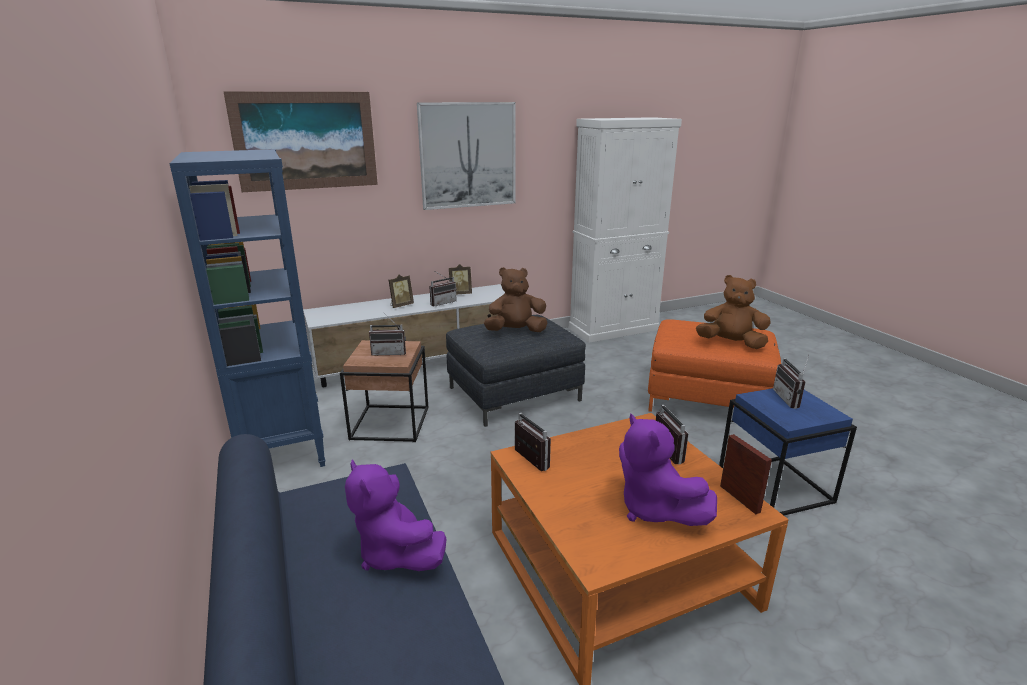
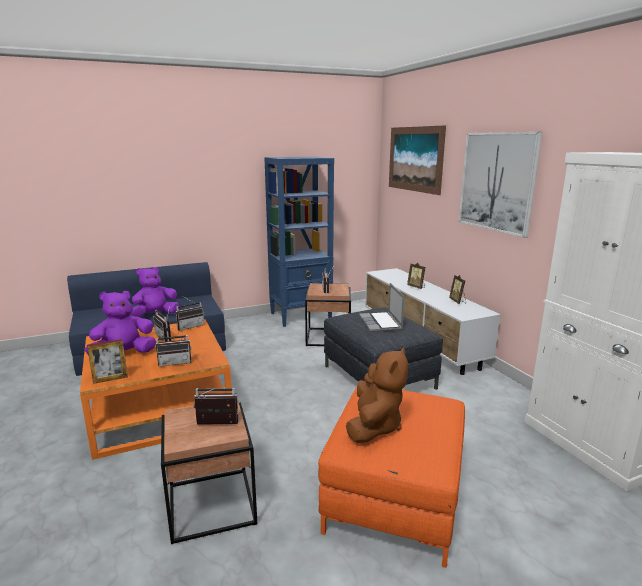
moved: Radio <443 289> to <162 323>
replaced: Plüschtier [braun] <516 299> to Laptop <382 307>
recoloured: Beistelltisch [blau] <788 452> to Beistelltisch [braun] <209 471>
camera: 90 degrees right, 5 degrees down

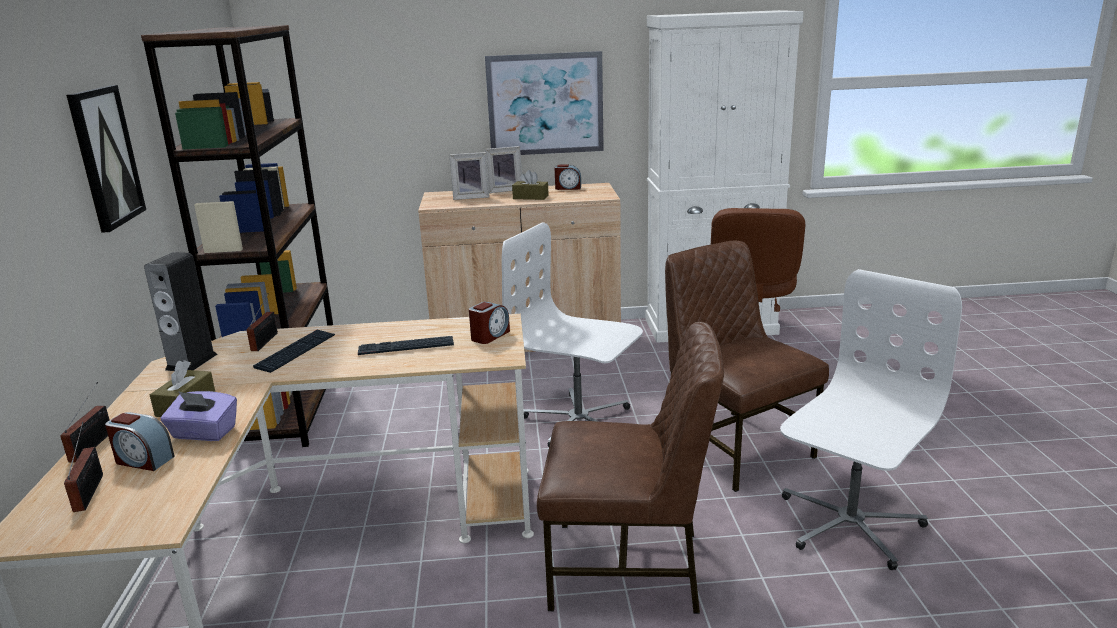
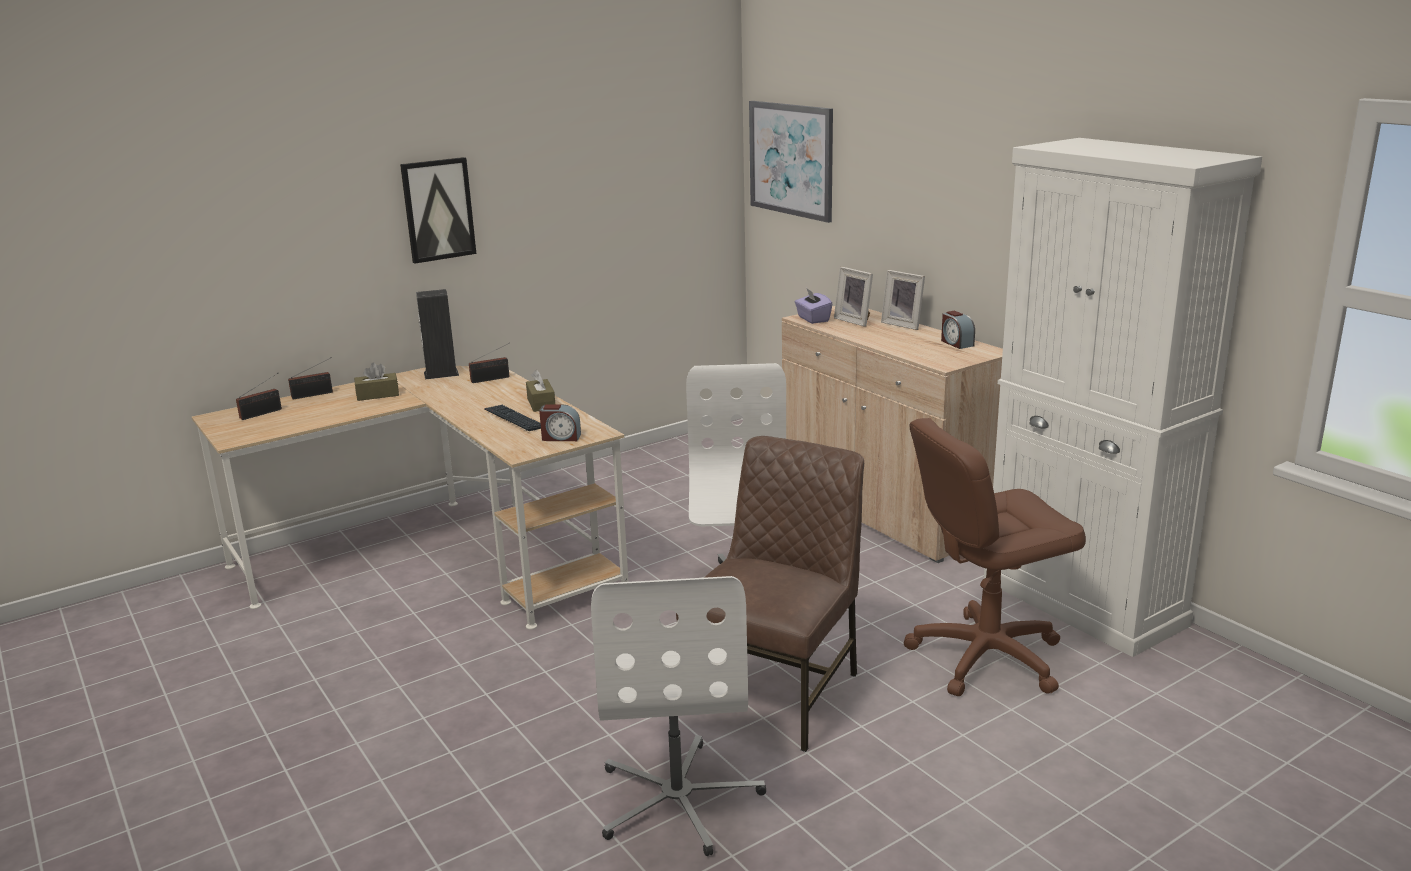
removed: Wecker <140 441>; Bücherregal [braun] <237 238>; Tastatur <294 351>; Stuhl [braun] <630 468>
moved: Taschentuchbox [lila] <198 416> to <813 306>; Bild <544 103> to <791 162>; Taschentuchbox [braun] <530 185> to <540 391>
turned: Bürostuhl [weiß] <871 419> = <678 716> 75 degrees clockwise
camera: 60 degrees right, 0 degrees up

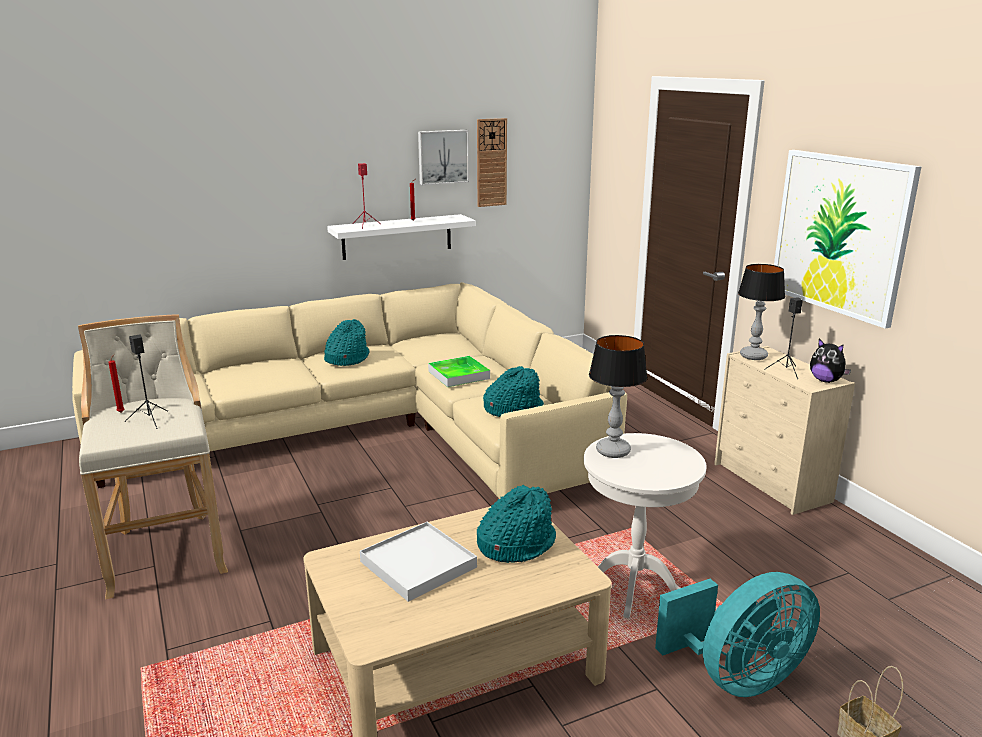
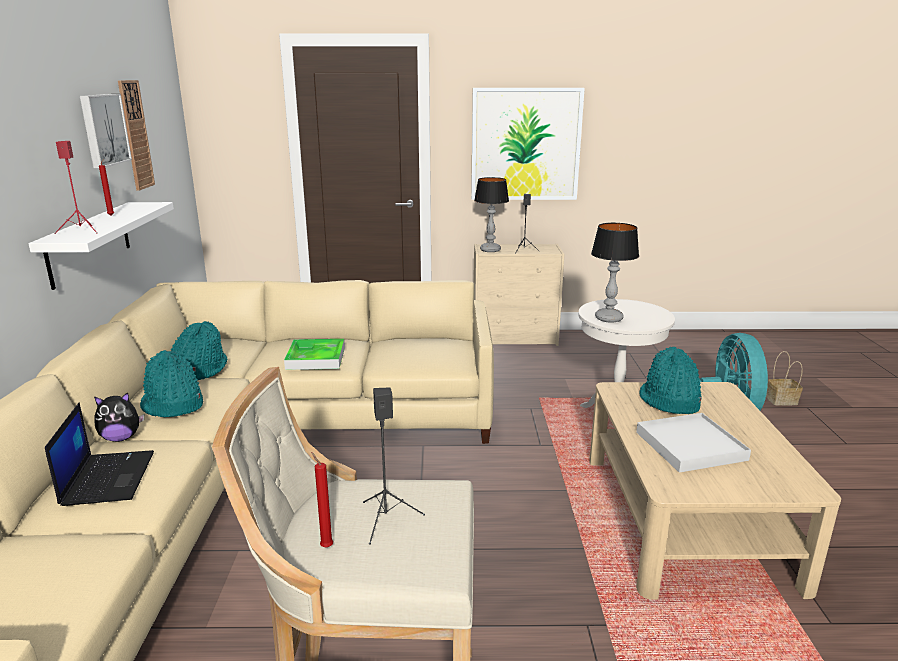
added: Laptop <99 454>
moved: Hut [türkis] <513 391> to <199 350>; Plüschtier <830 361> to <119 417>
camera: 65 degrees left, 0 degrees up

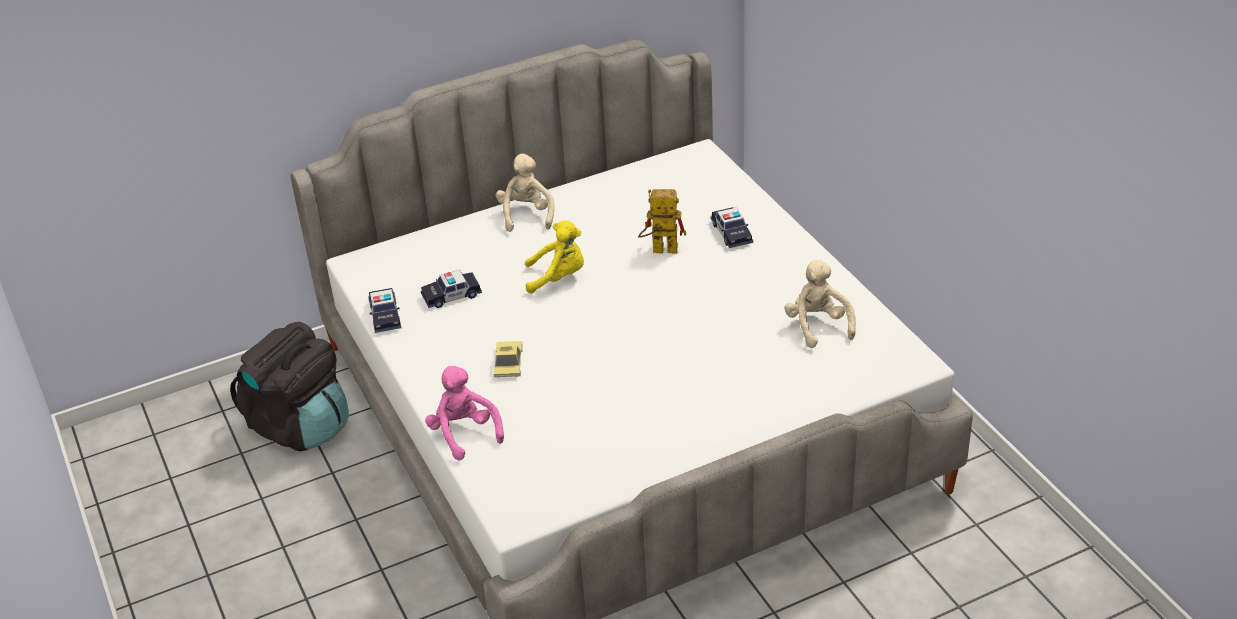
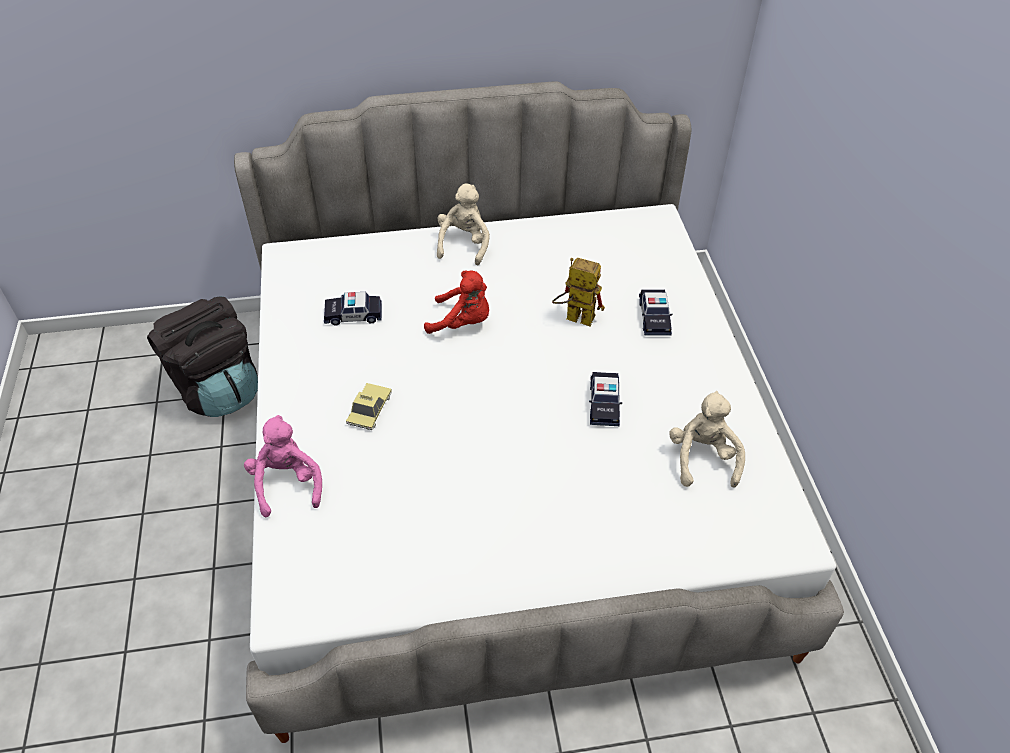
moved: Spielzeugauto <384 310> to <605 399>
recoloured: Plüschtier [gelb] <554 257> to Plüschtier [rot] <456 302>
camera: 15 degrees right, 10 degrees up

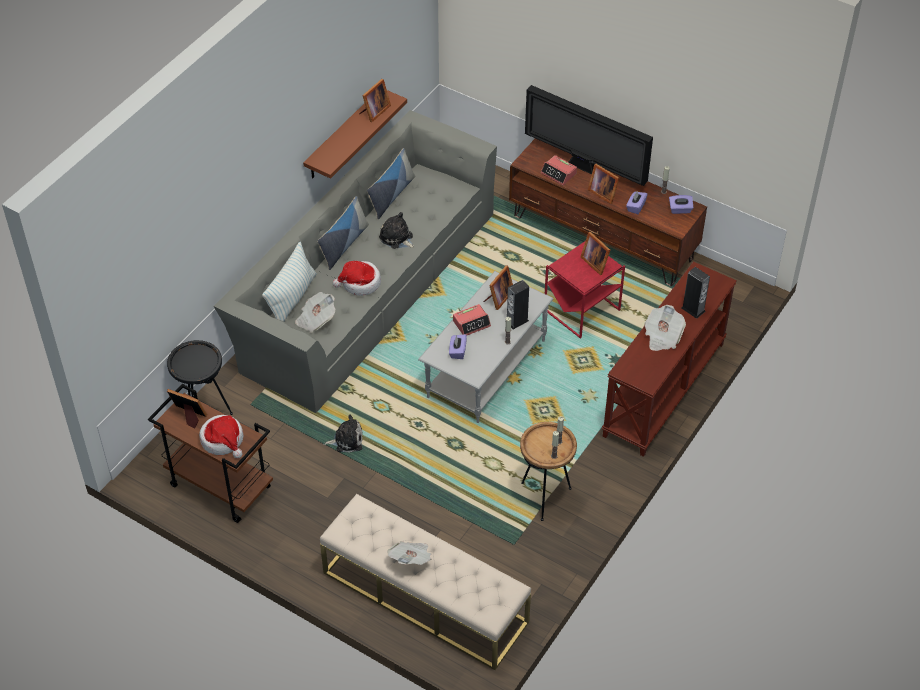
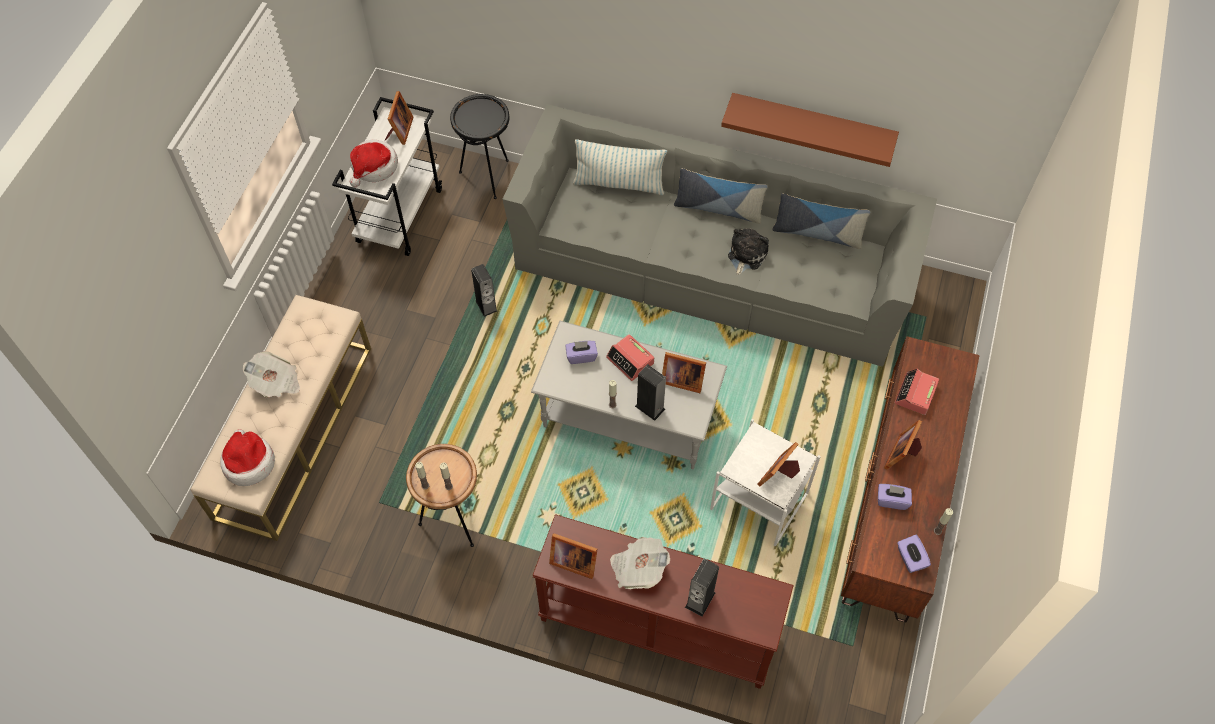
removed: Zeitung <315 312>; Fernseher <589 135>
moved: Hut <357 278> to <247 457>; Bilderrahmen <375 100> to <573 556>
replaced: Plüschtier <343 434> to Lautsprecher <484 290>
recoloured: Rollwagen [braun] <210 453> to Rollwagen [weiß] <387 176>; Beistelltisch [rot] <585 290> to Beistelltisch [weiß] <765 483>
camera: 75 degrees right, 10 degrees up

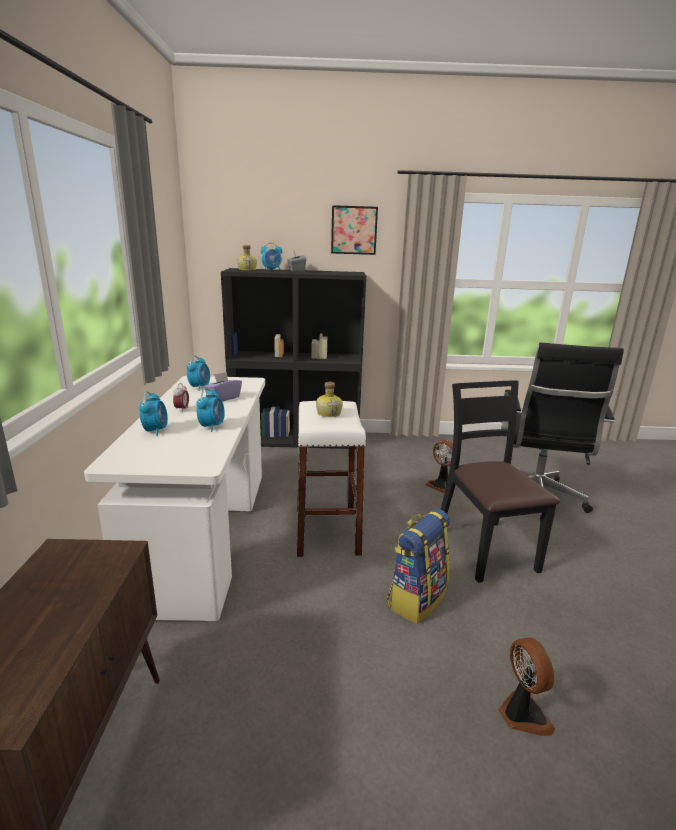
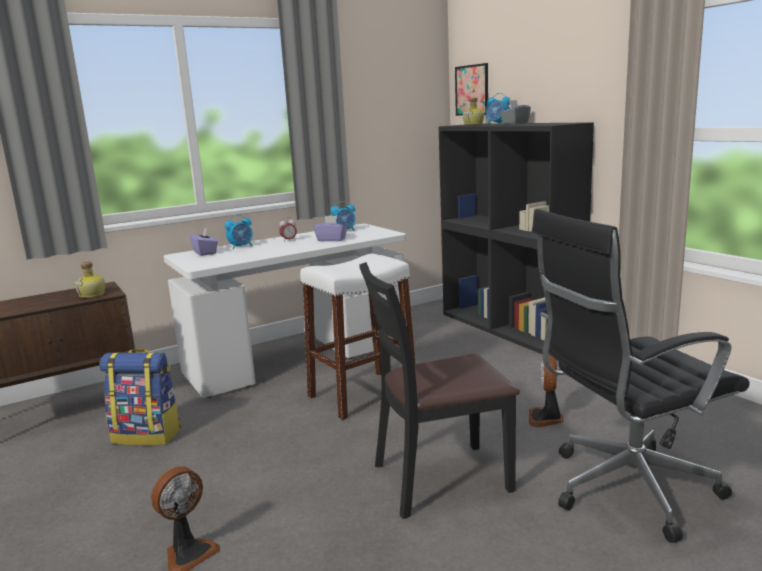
removed: Wecker <210 410>
added: Taschentuchbox [lila] <204 241>
moved: Flasche <329 399> to <89 279>; Bild <354 230> to <471 89>; Rucksack <418 566> to <140 397>
turned: Stuhl [schwarz] <500 481> = <439 390> 150 degrees counterclockwise
camera: 60 degrees right, 5 degrees down

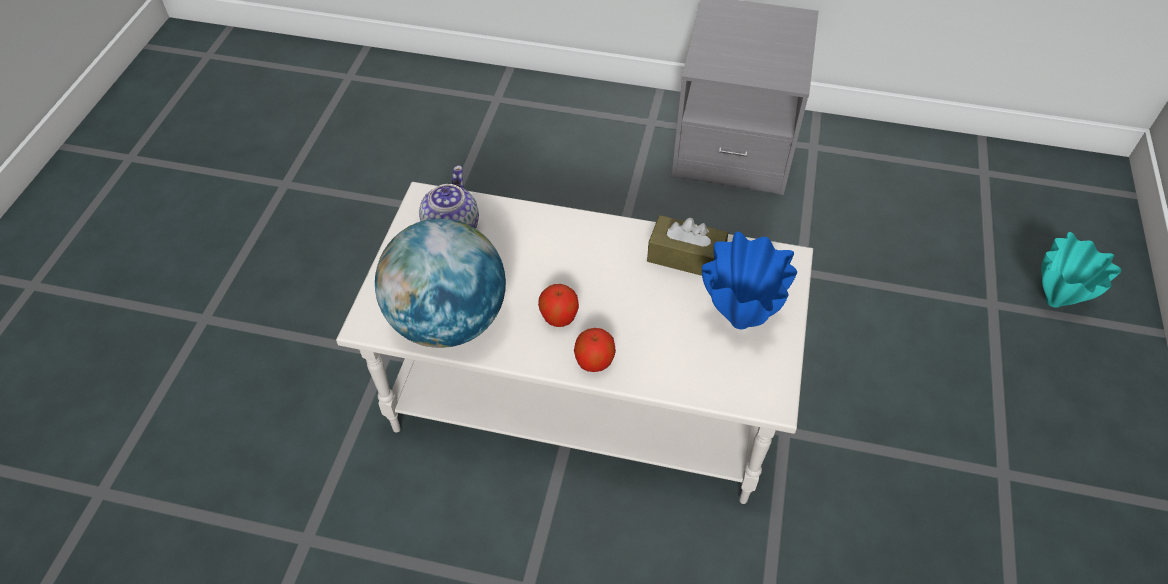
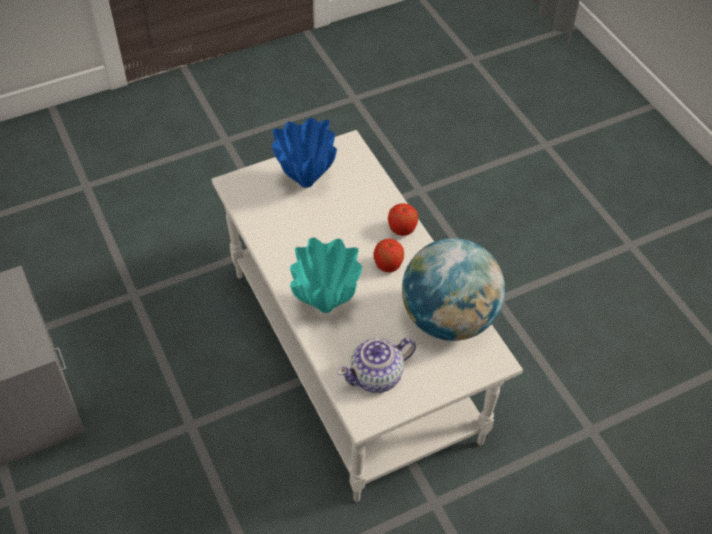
removed: Taschentuchbox [braun] <687 245>
moved: Vase [türkis] <1081 270> to <326 275>
camera: 130 degrees left, 0 degrees up

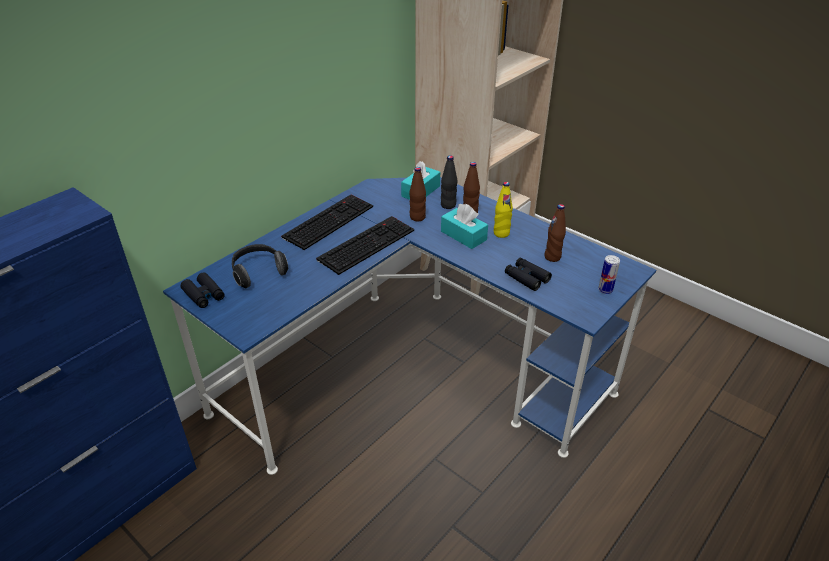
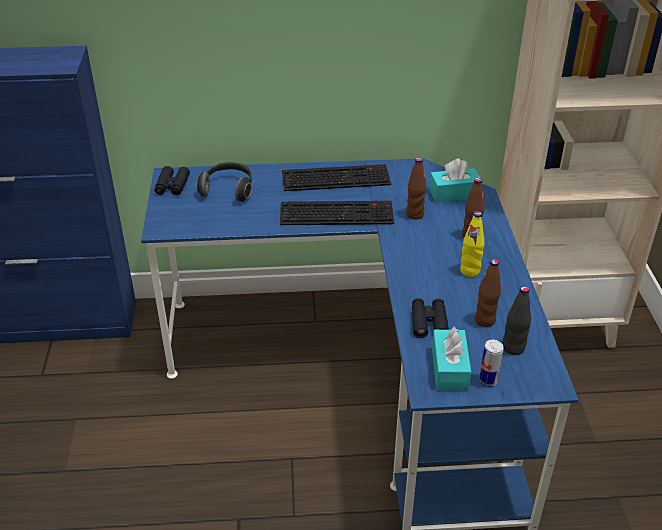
moved: Flasche [schwarz] <449 182> to <517 320>; Taschentuchbox [türkis] <464 226> to <451 358>
camera: 45 degrees right, 0 degrees up

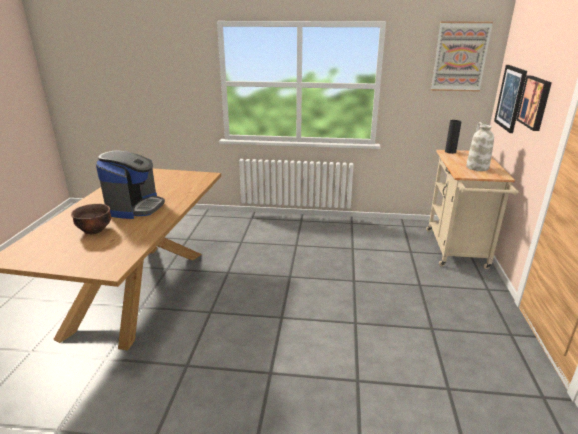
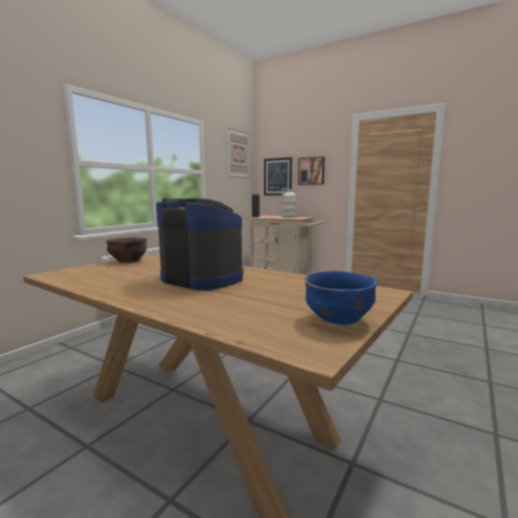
added: Schüssel [blau] <341 298>
moved: Schüssel [braun] <91 219> to <126 250>
camera: 65 degrees left, 15 degrees down

